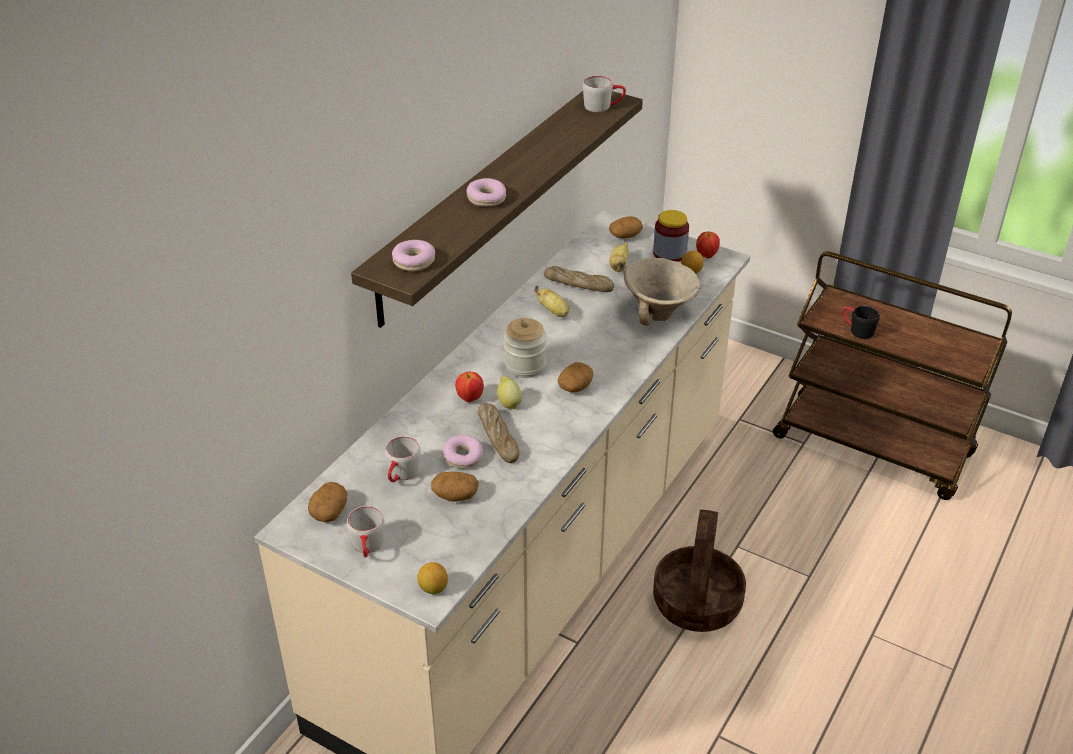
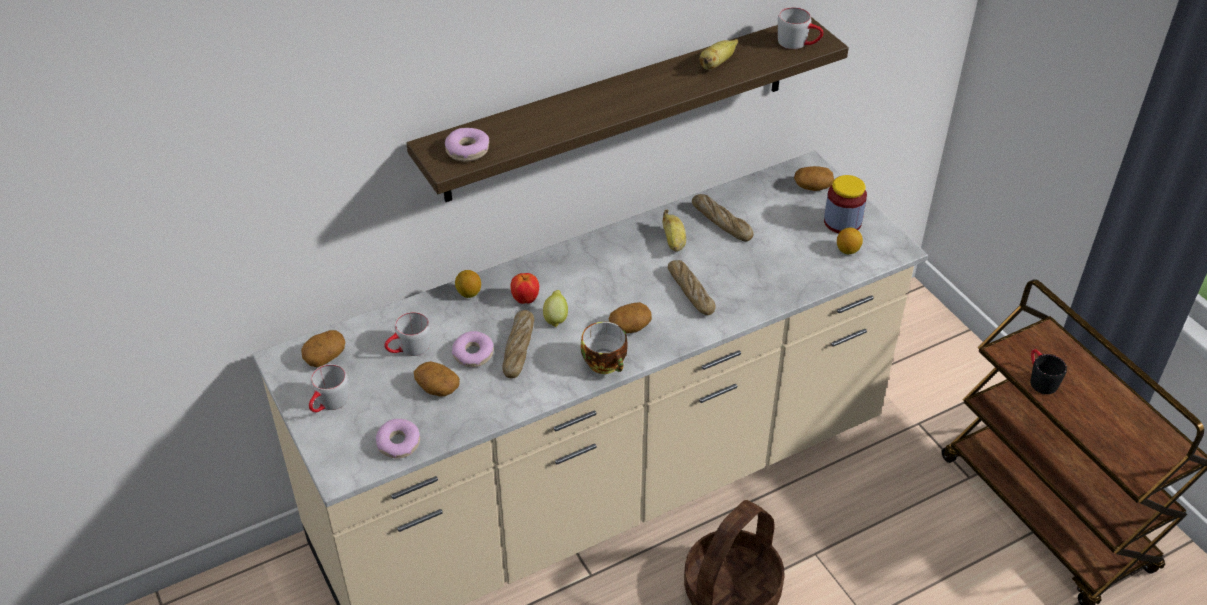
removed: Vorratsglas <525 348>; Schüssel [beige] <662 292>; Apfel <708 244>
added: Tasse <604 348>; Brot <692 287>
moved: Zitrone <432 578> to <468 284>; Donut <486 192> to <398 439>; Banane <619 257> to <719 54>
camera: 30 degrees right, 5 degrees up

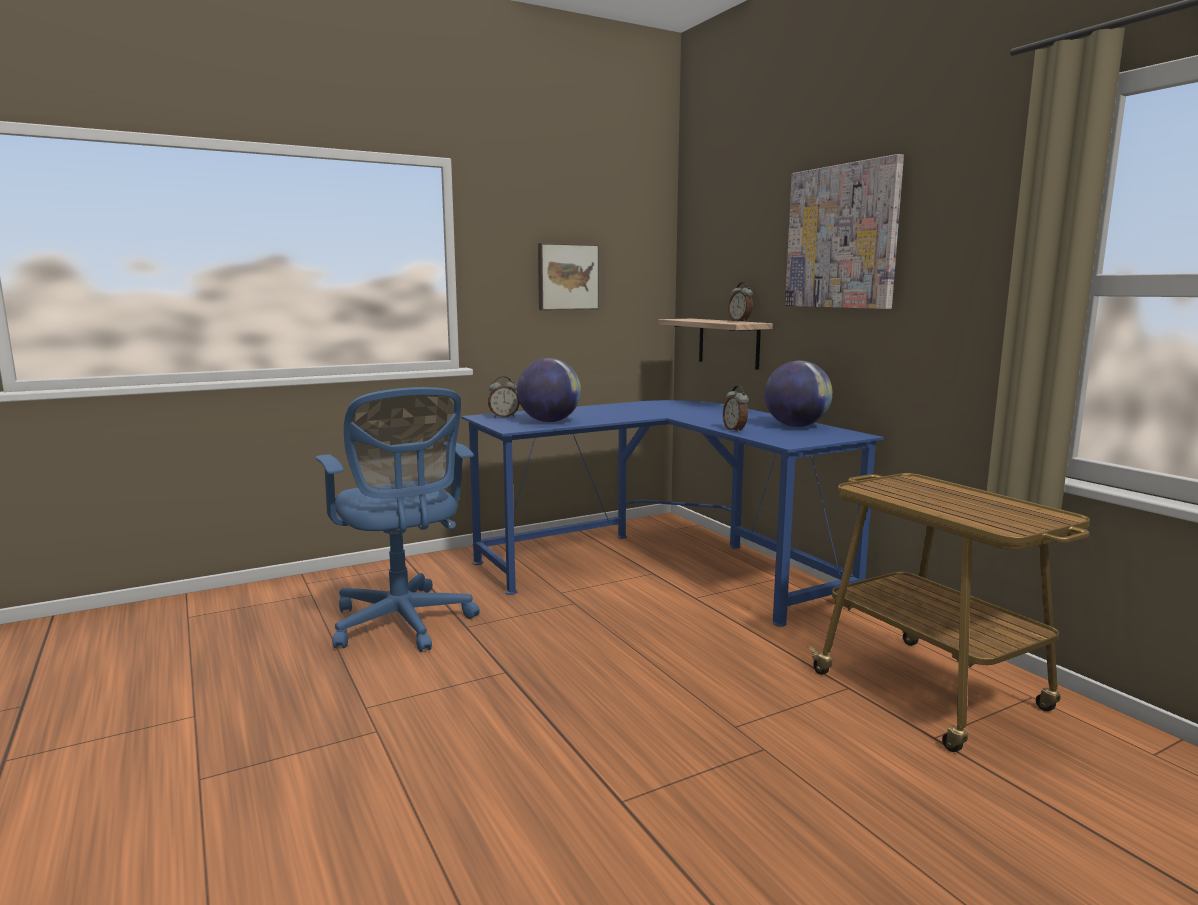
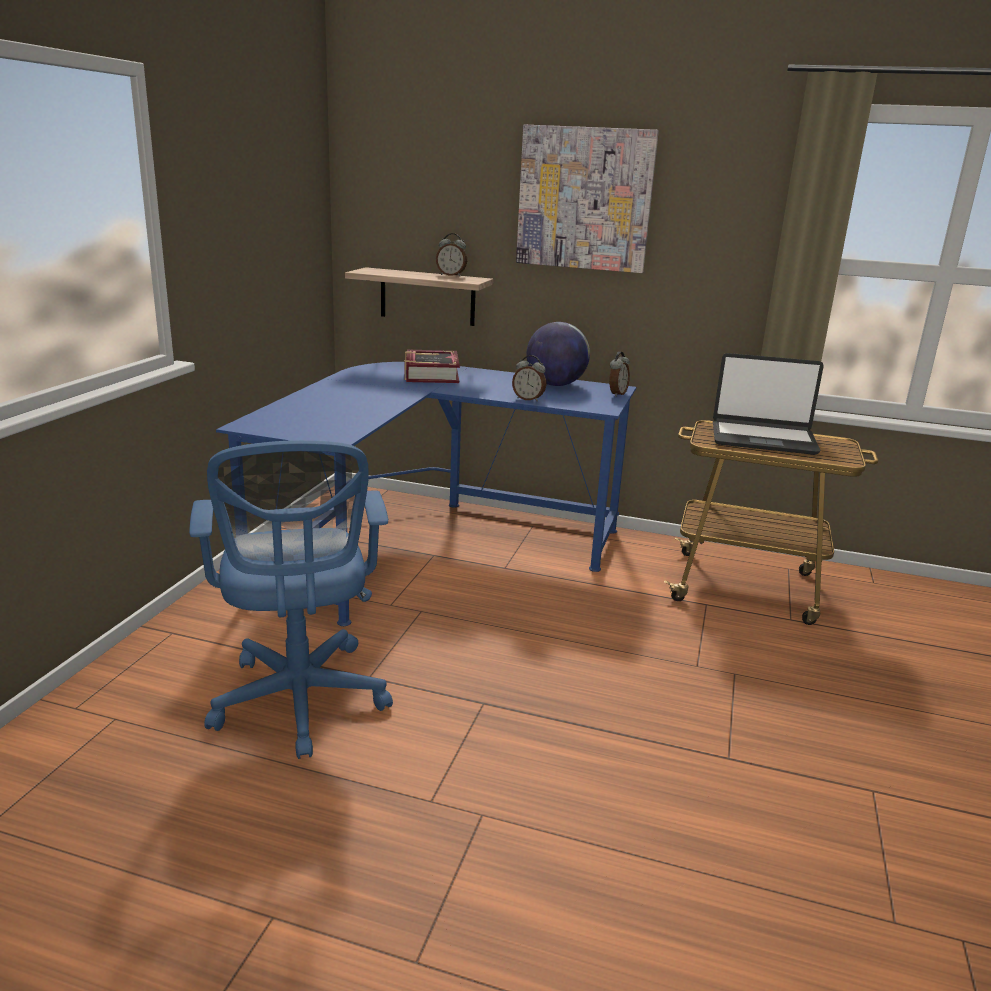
removed: Globus <549 390>; Bild <568 276>
added: Buch <432 366>; Laptop <768 404>
moved: Wecker <503 397> to <619 374>
turned: Bürostuhl [blau] <398 519> = <291 599> 60 degrees clockwise
camera: 45 degrees left, 10 degrees up

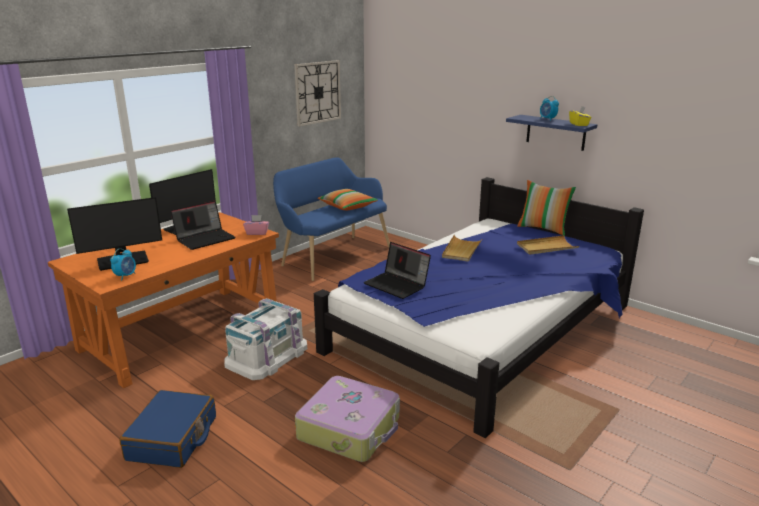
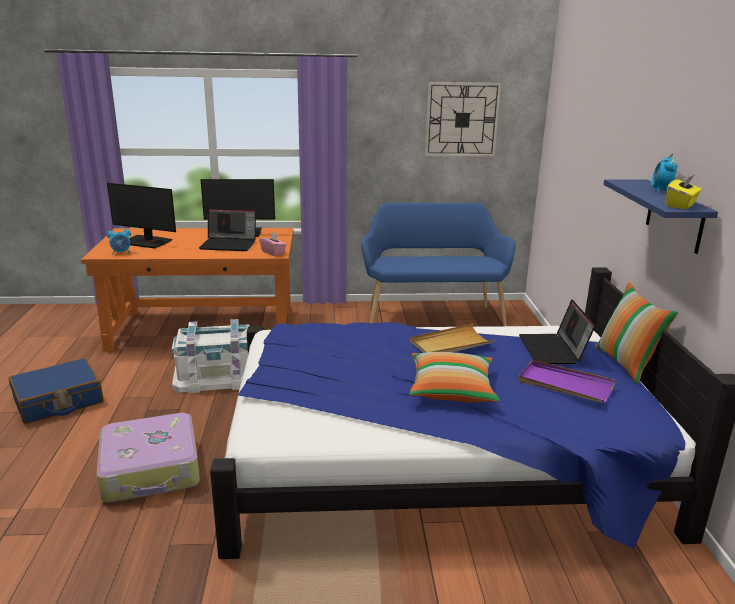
moved: Kissen <348 199> to <454 377>; Laptop <397 270> to <557 332>
recoloured: Tablett [beige] <548 245> to Tablett [lila] <567 381>
camera: 45 degrees right, 0 degrees up

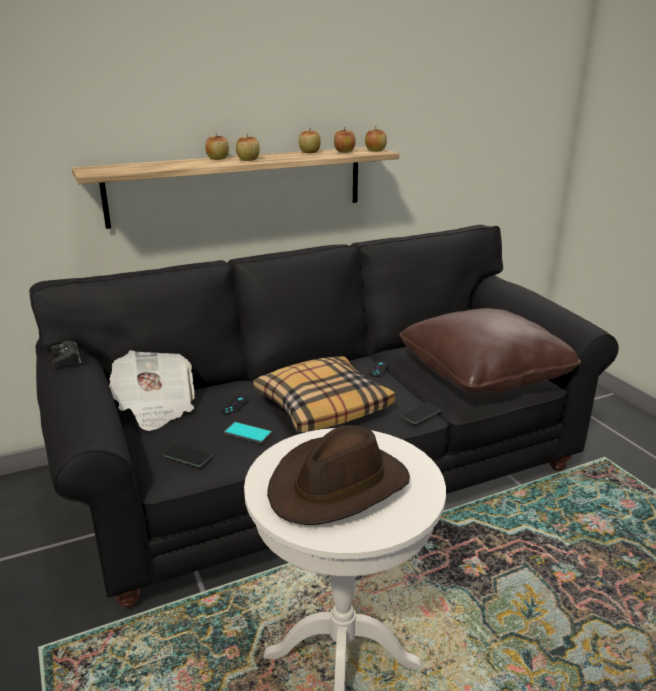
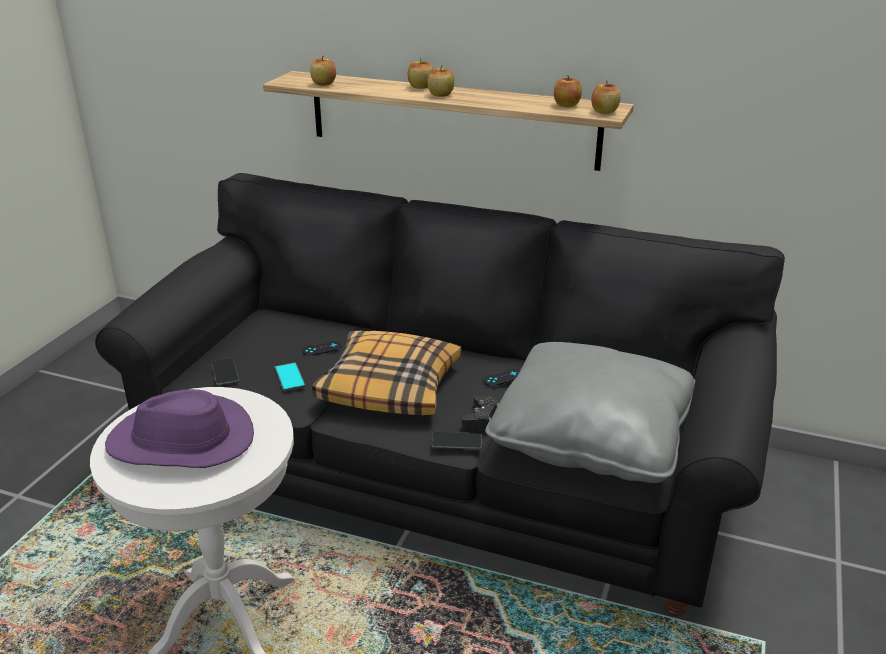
removed: Zeitung <152 390>
moved: Gamepad [schwarz] <65 354> to <480 412>; Apfel <310 140> to <323 71>
recoloured: Hut [braun] <338 475> to Hut [lila] <179 428>; Kissen [braun] <490 350> to Kissen [grau] <590 412>
camera: 45 degrees right, 5 degrees up

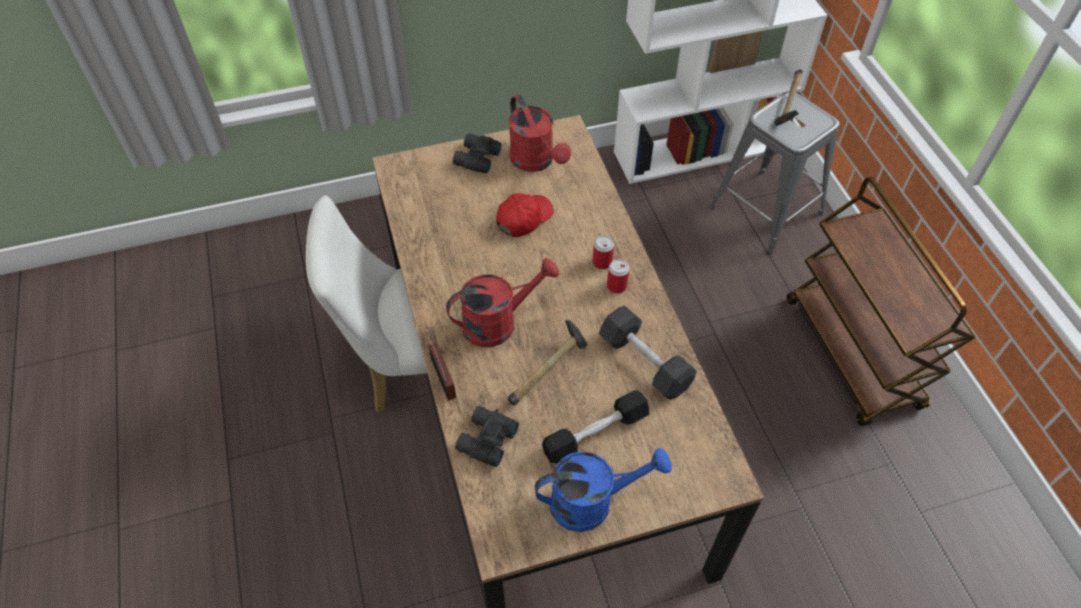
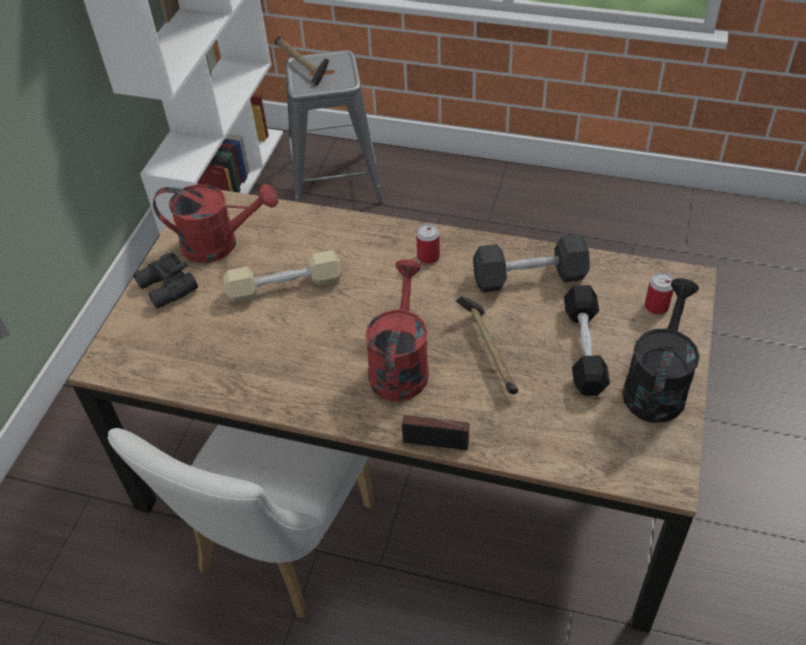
removed: Fernglas [schwarz] <487 436>; Rollwagen [braun] <881 301>
moved: Dose <603 252> to <659 293>
replaced: Kappe [rot] <525 215> to Hantel [beige] <282 276>
recoloured: Gießkanne [blau] <603 490> to Gießkanne [schwarz] <661 350>
camera: 55 degrees left, 5 degrees down

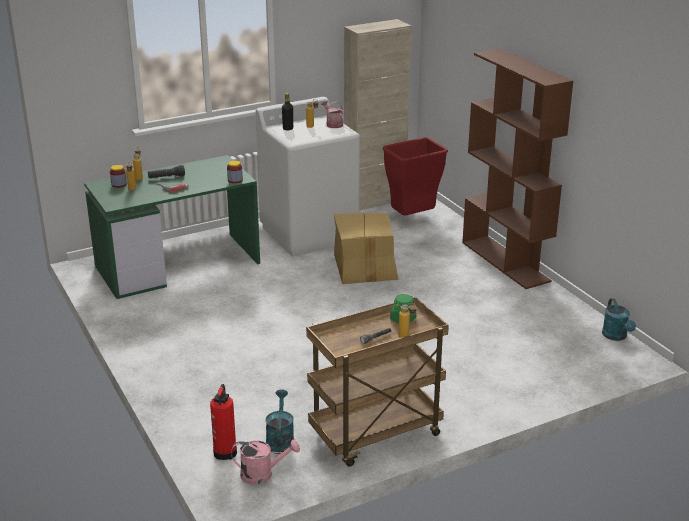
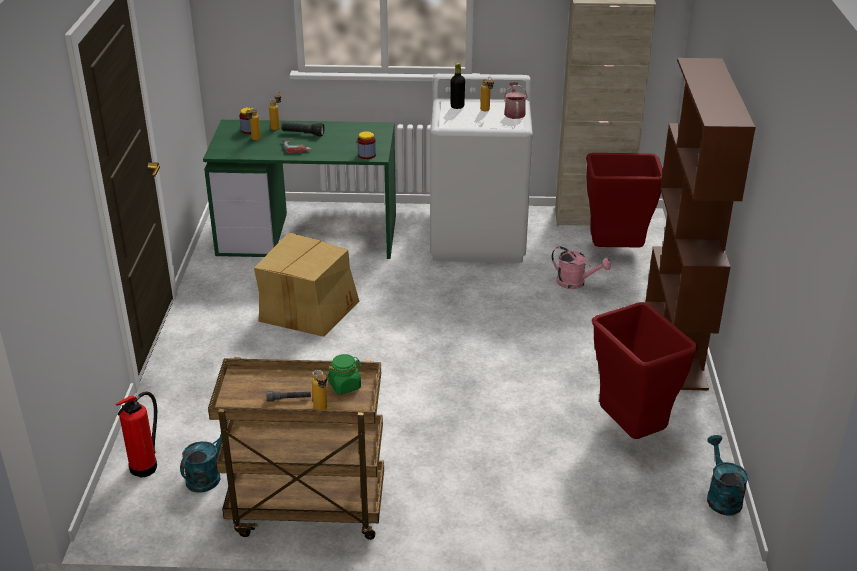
added: Mülleimer [rot] <645 370>
moved: Gießkanne [rosa] <265 462> to <581 267>; Karton <366 248> to <306 284>
turned: Gießkanne [türkis] <619 319> = <727 475> 150 degrees clockwise
camera: 30 degrees right, 5 degrees up

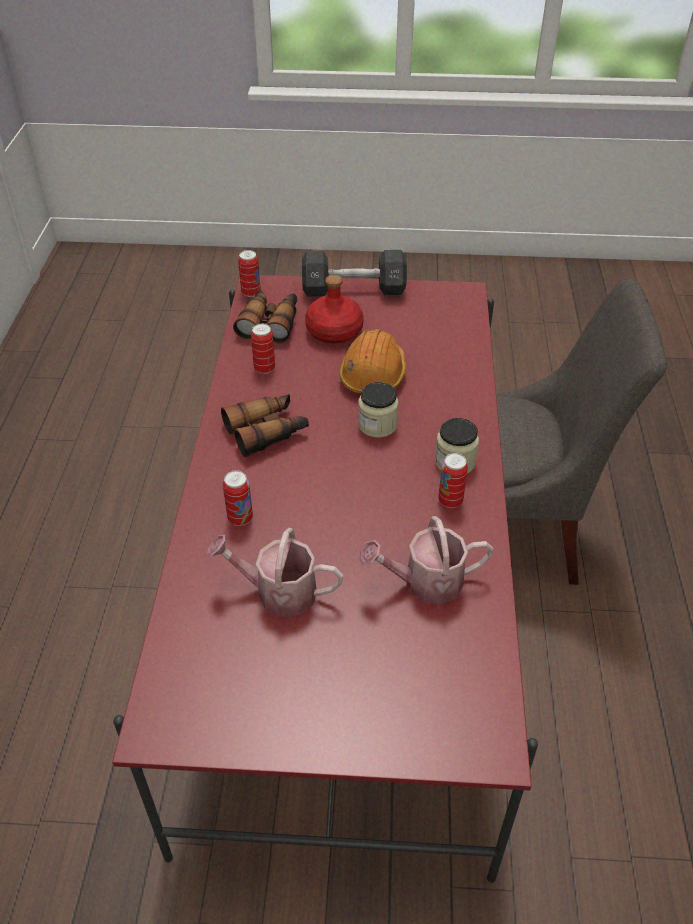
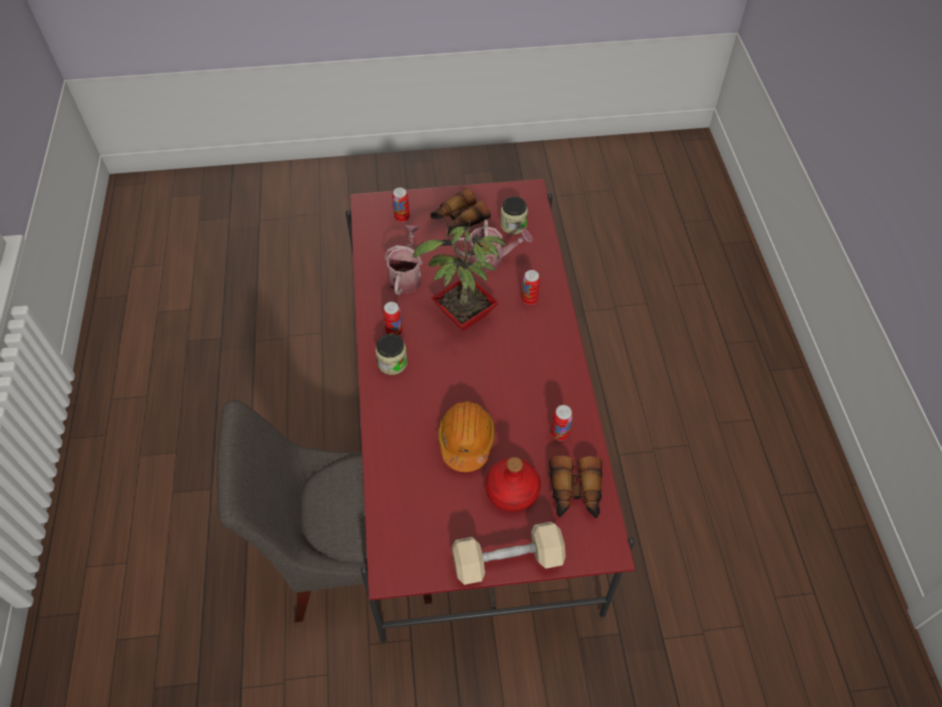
added: Topfpflanze <460 272>
moved: Fernglas <265 425> to <460 211>; Dose <249 273> to <401 205>; Vorratsglas <378 410> to <514 215>
recoloured: Hantel [schwarz] <354 273> to Hantel [beige] <509 553>
turned: Gießkanne <426 560> = <403 260> 60 degrees counterclockwise
camera: 170 degrees right, 10 degrees up

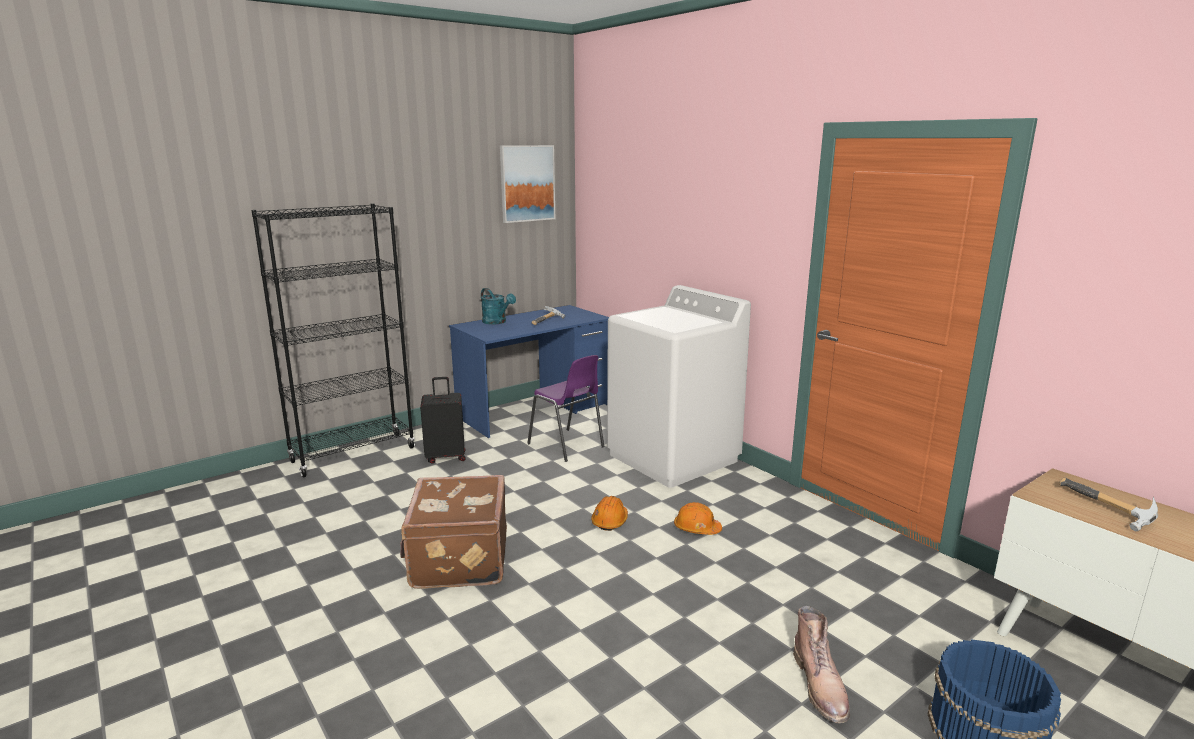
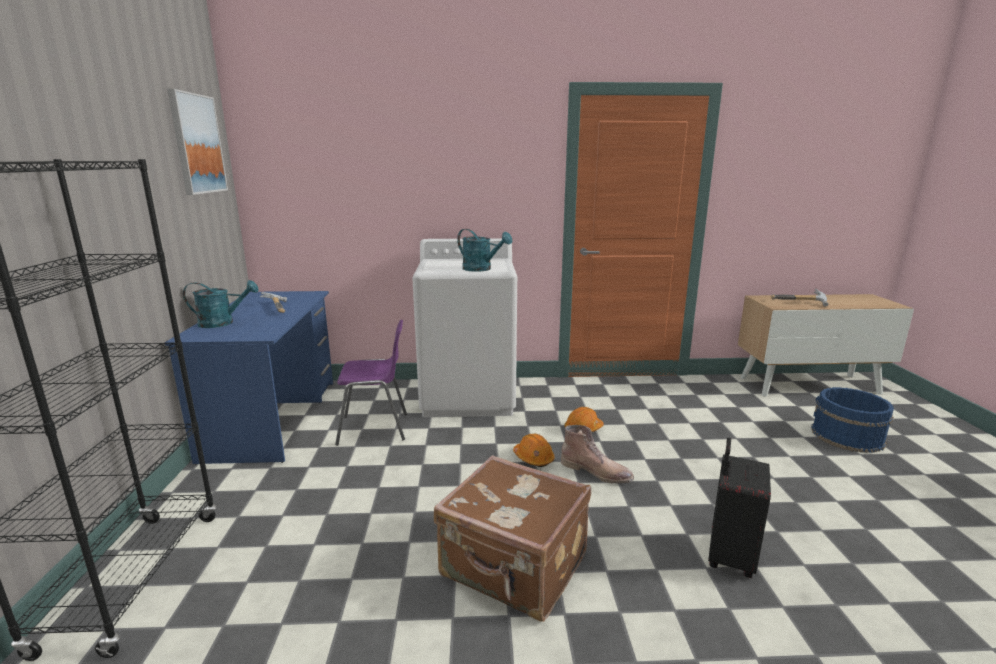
added: Gießkanne [türkis] <484 250>
moved: Koffer [schwarz] <443 420> to <739 508>; Stiefel [braun] <821 664> to <597 454>
camera: 55 degrees left, 0 degrees up

